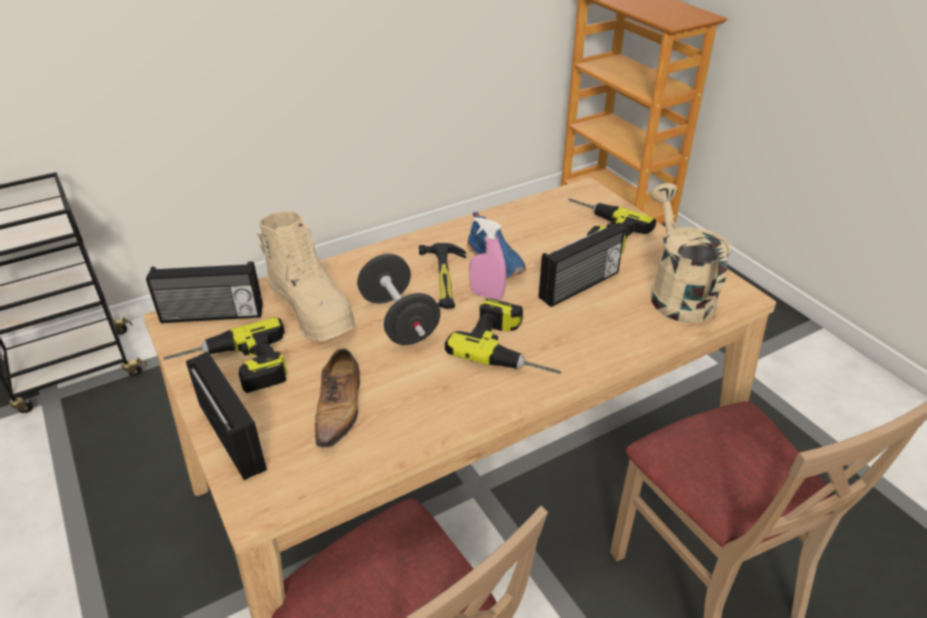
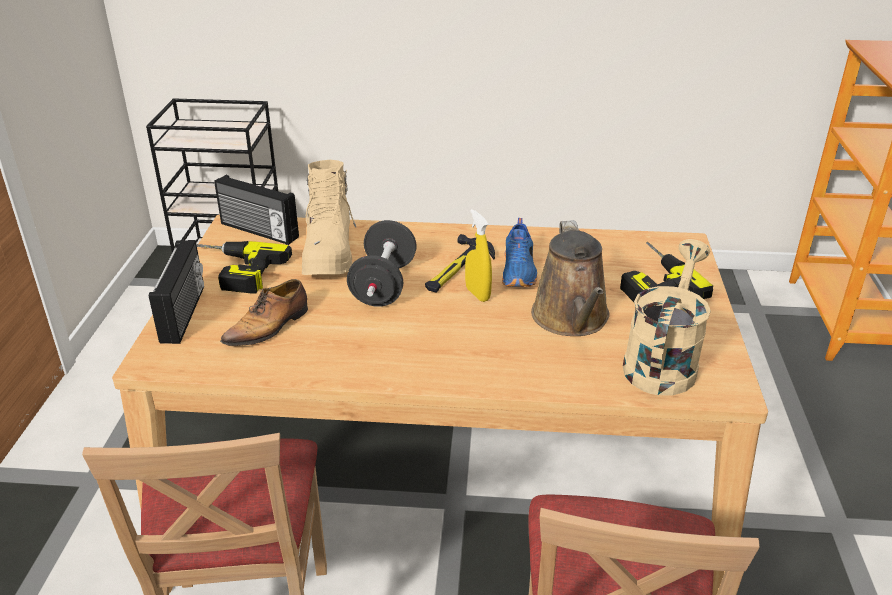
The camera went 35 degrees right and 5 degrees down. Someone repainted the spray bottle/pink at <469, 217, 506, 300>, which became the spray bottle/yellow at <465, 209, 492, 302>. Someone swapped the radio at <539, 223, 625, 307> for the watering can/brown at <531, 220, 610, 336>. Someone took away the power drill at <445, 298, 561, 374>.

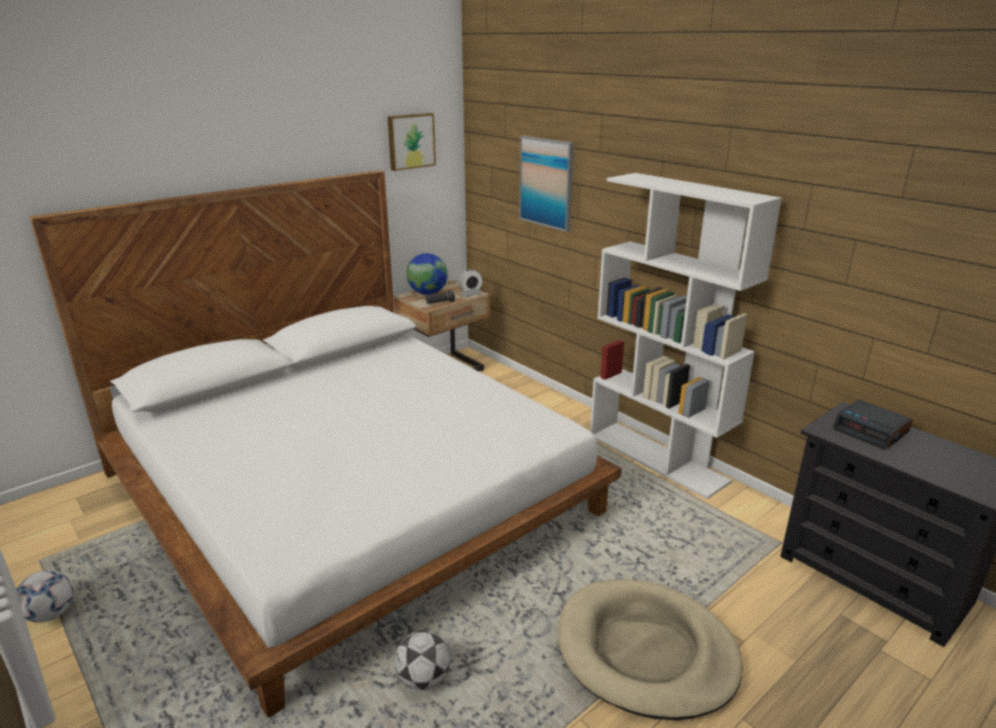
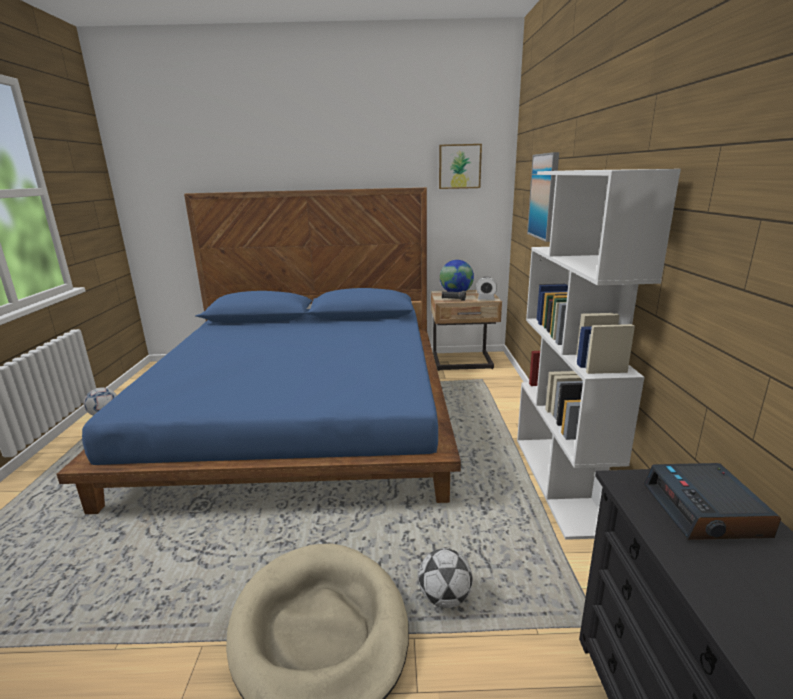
The camera went 40 degrees right and 5 degrees down. Someone repainted the bed/white at <29, 170, 622, 718>, which became the bed/blue at <56, 187, 461, 514>. Someone carried the football from <395, 630, 450, 690> to <418, 548, 473, 608>.

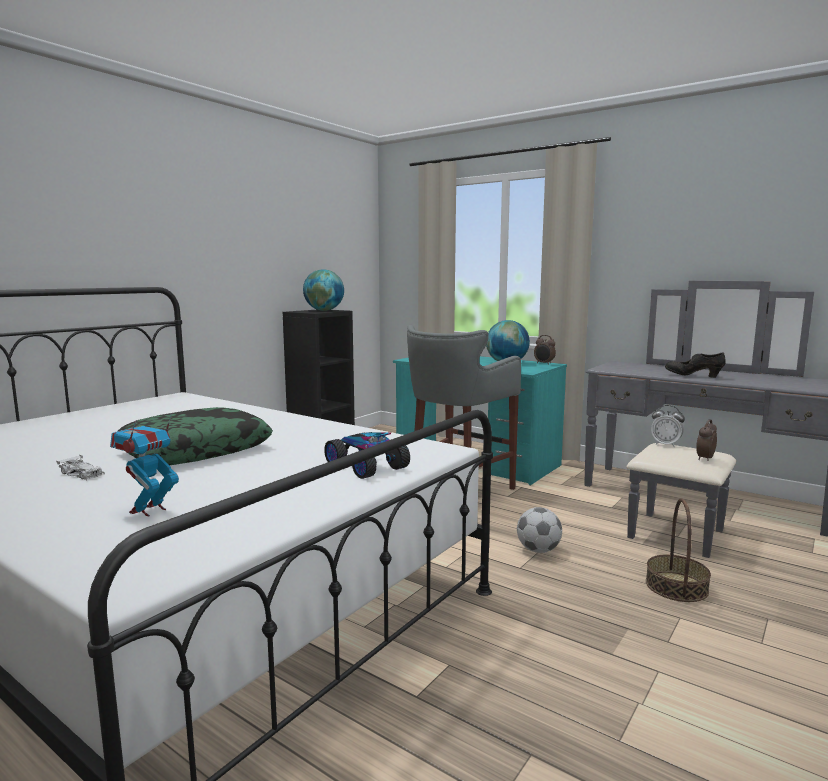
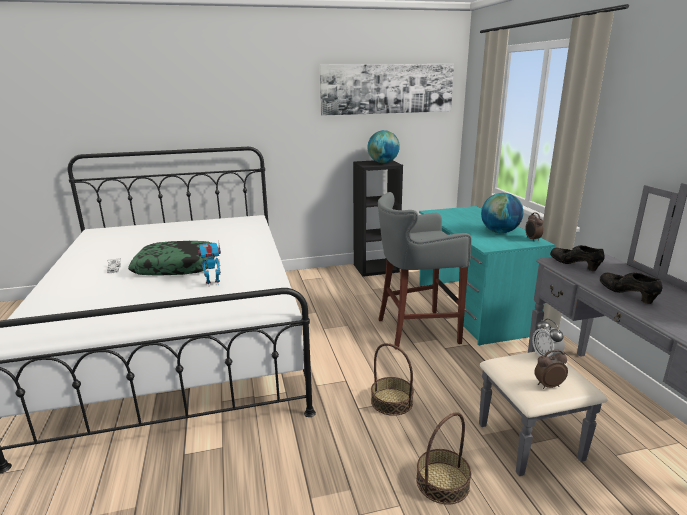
The camera went 40 degrees right and 10 degrees up. Someone carried the toy robot from <110, 413, 179, 516> to <198, 243, 221, 286>. Someone put up the picture at <319, 64, 454, 116>. Someone swapped the football at <517, 507, 562, 553> for the basket at <371, 343, 414, 416>. Someone put down the shoe/black at <550, 245, 605, 271>. Someone took away the toy car at <324, 432, 410, 479>.

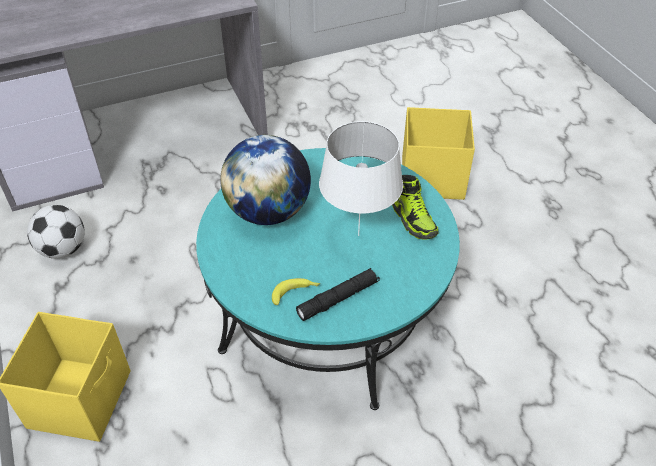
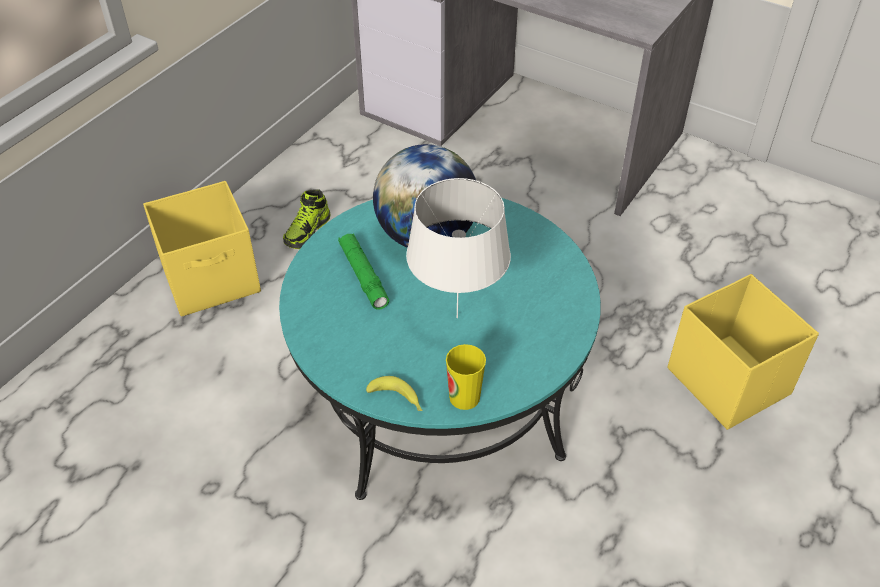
The camera went 55 degrees right and 0 degrees up. Someone carried the shoe from <392, 175, 439, 240> to <283, 189, 330, 249>. Someone put down the flashlight/green at <338, 233, 389, 310>. Someone carried the banana from <272, 278, 320, 305> to <366, 376, 423, 411>. Someone put down the cup at <446, 344, 486, 410>. Someone took away the football at <27, 205, 85, 259>. Someone took away the flashlight/black at <296, 268, 380, 321>.

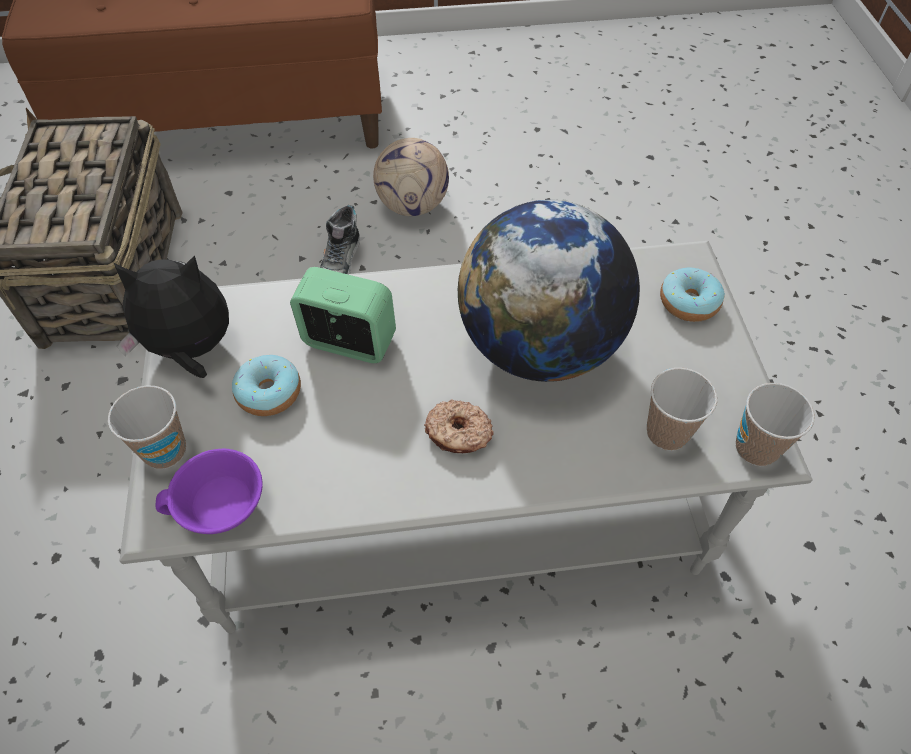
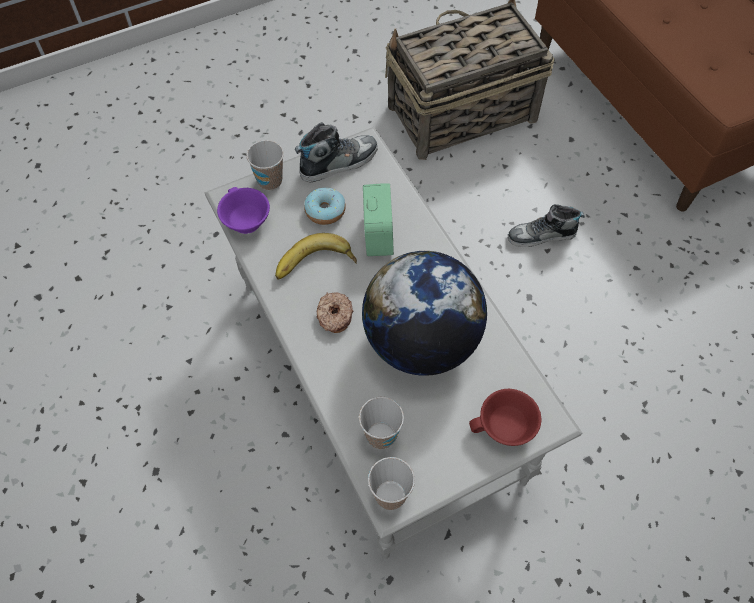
The camera went 70 degrees right and 5 degrees up. Someone put down the banana at <275, 233, 357, 280>. Someone swapped the plush toy at <114, 255, 229, 378> for the shoe at <295, 122, 378, 183>. Someone swapped the donut at <660, 267, 725, 322> for the cup/red at <469, 389, 541, 446>. Someone took away the football at <373, 138, 449, 216>.

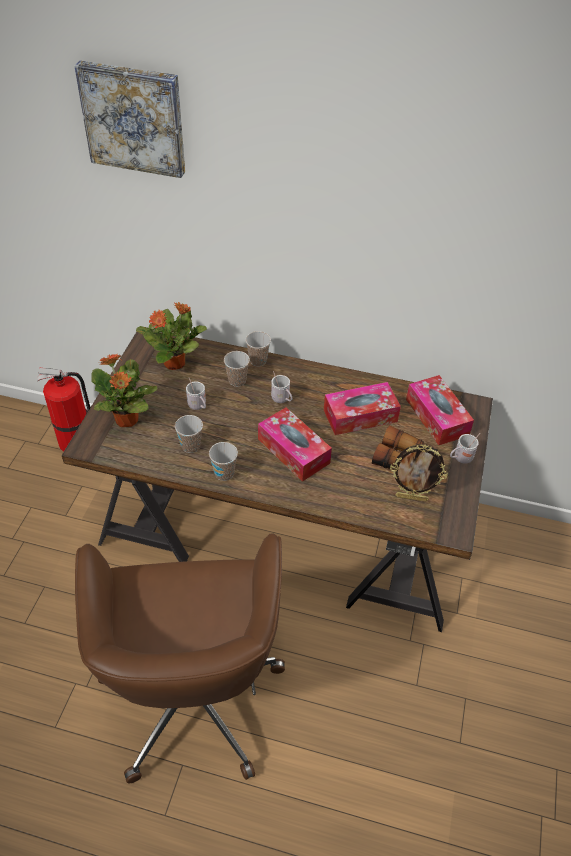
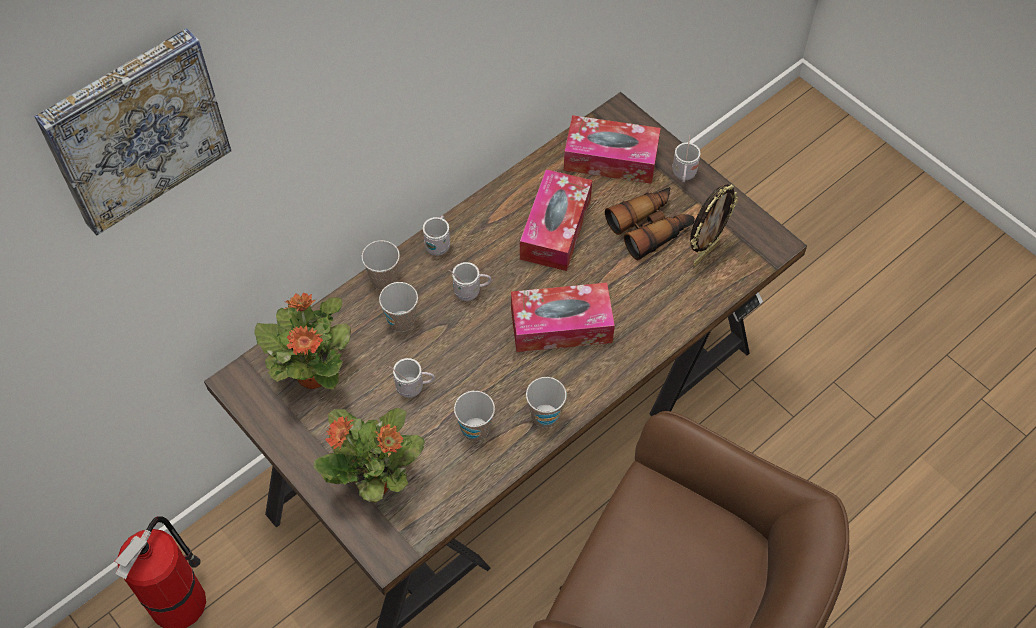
The camera went 55 degrees left and 10 degrees up. Someone put down the mug/white at <423, 215, 450, 256>.

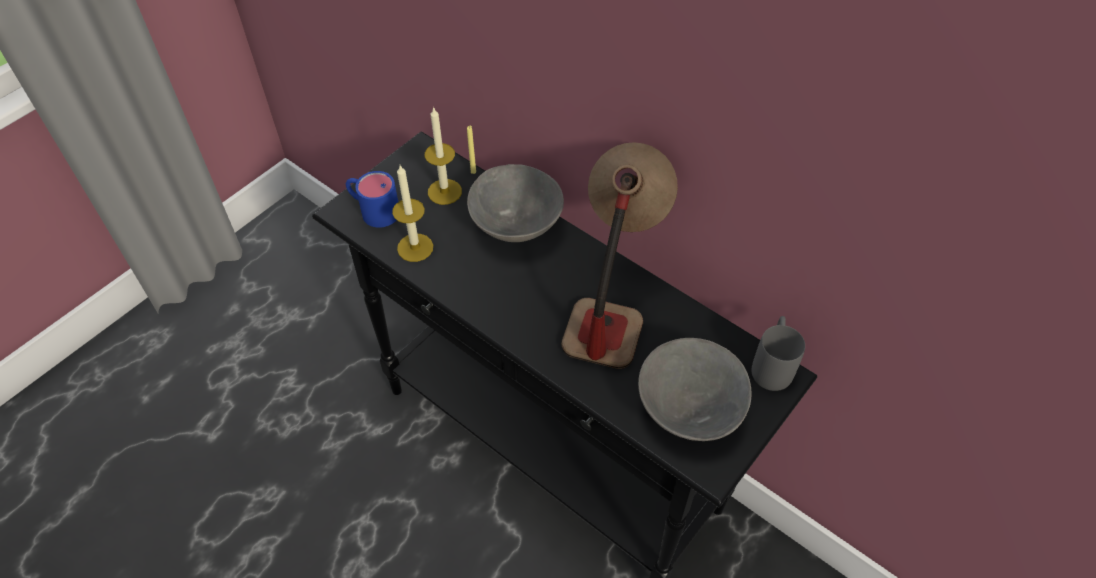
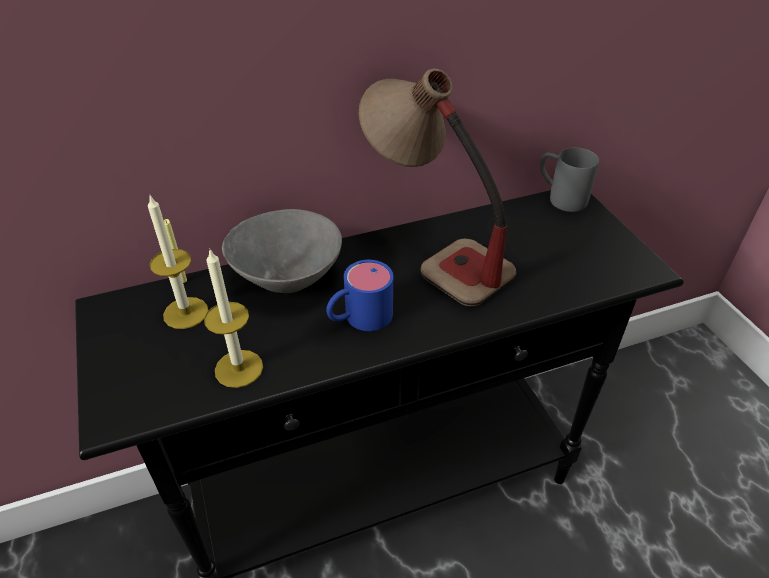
The camera went 60 degrees left and 10 degrees down. Someone carried the mug/blue from <346, 171, 398, 228> to <326, 260, 393, 331>. Someone took away the bowl/grey at <638, 338, 751, 441>.

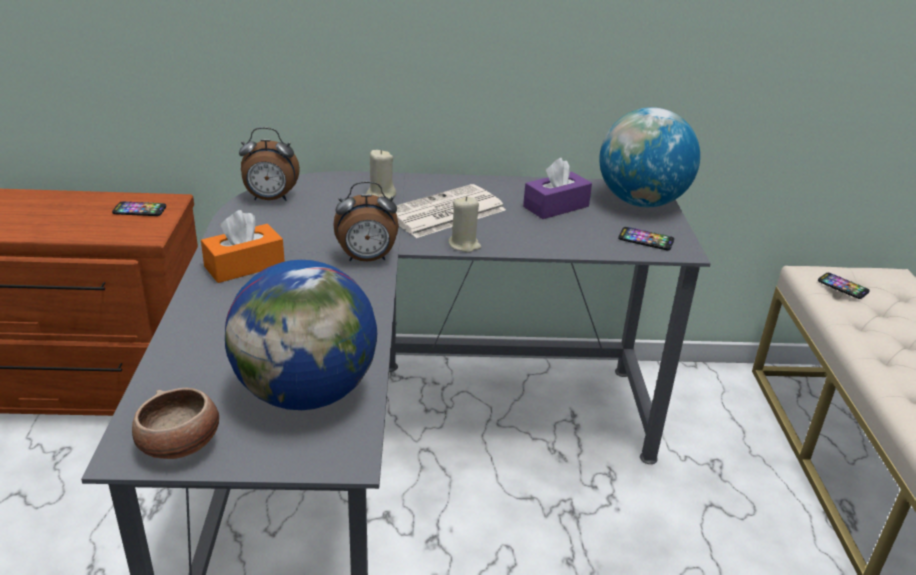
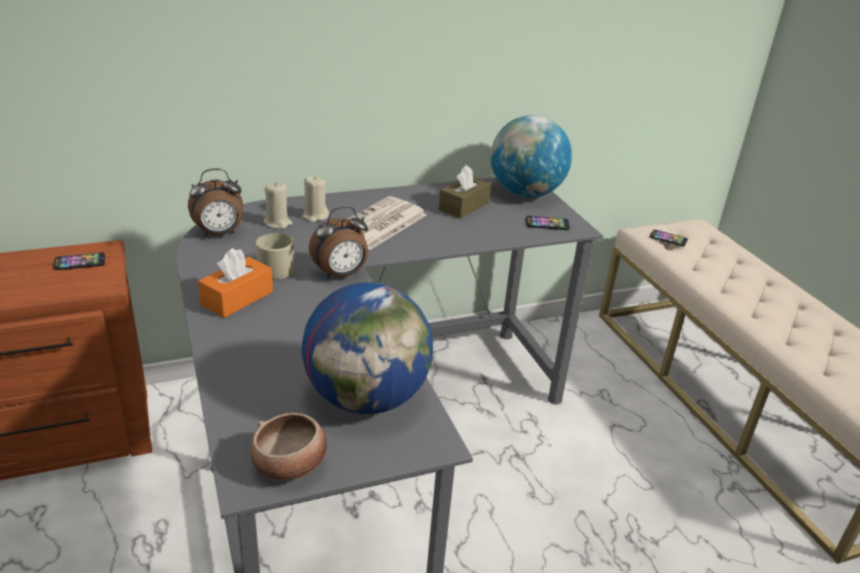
The camera went 20 degrees left and 0 degrees up. Someone put down the mug/beige at <256, 233, 294, 280>. Someone carried the candle/beige from <448, 196, 481, 253> to <264, 182, 293, 229>. Someone repainted the tissue box/purple at <523, 158, 592, 219>, which became the tissue box/brown at <439, 165, 491, 219>.

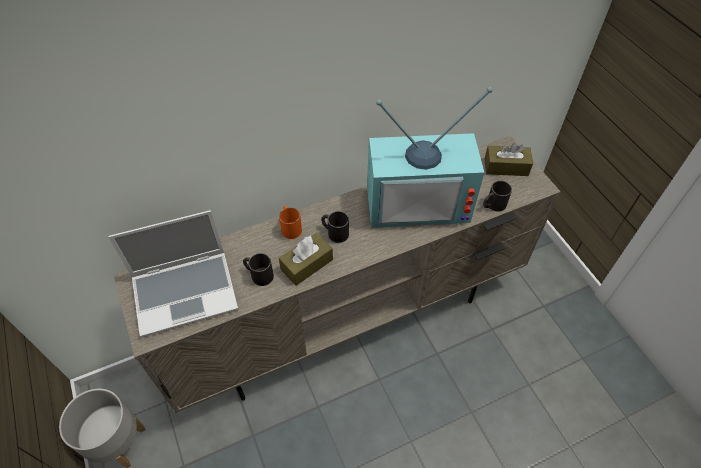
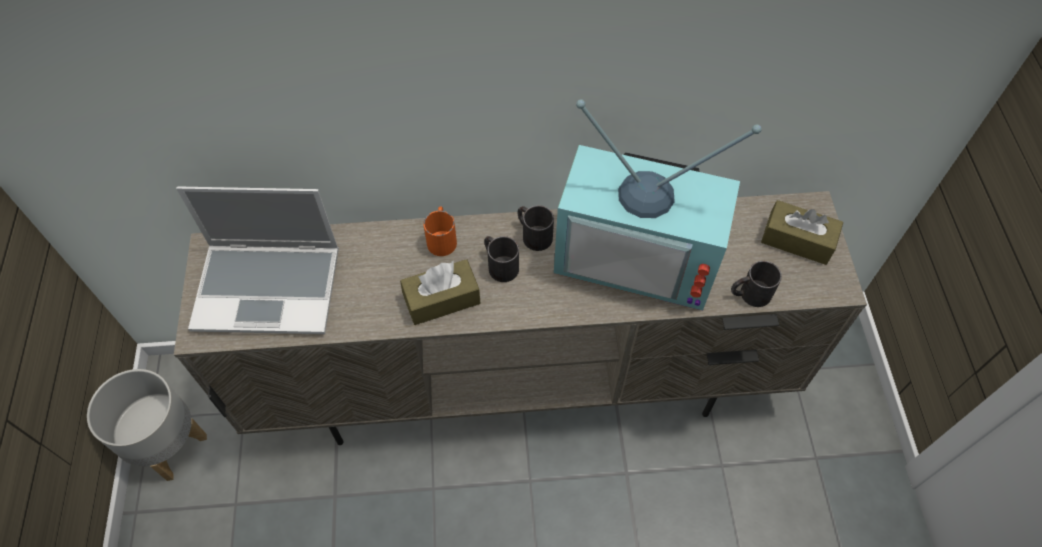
The camera went 20 degrees right and 5 degrees up. Someone carried the mug/black from <243, 253, 274, 286> to <517, 205, 554, 251>.

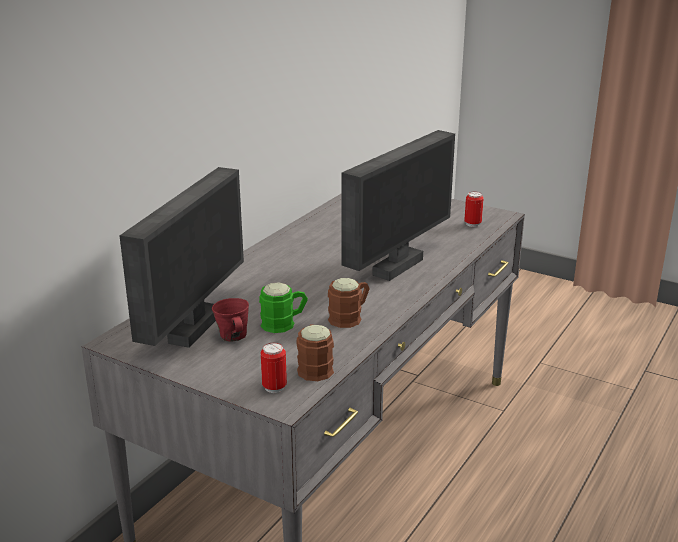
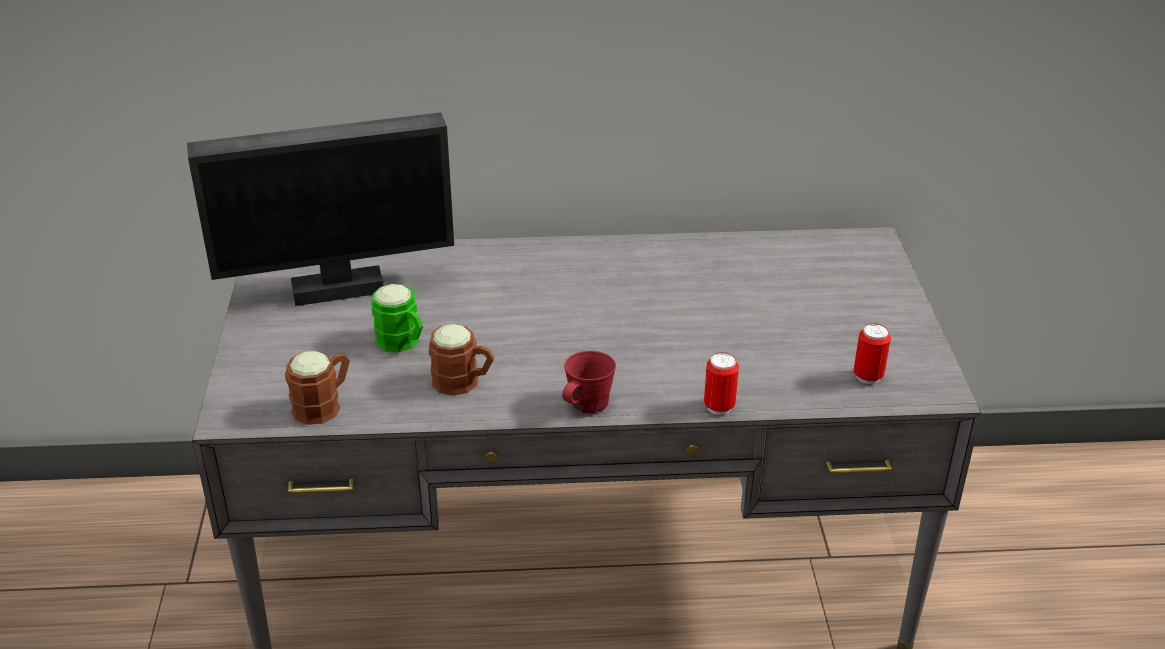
The camera went 55 degrees right and 10 degrees up. Someone carried the mug/red from <212, 298, 249, 342> to <562, 351, 616, 413>. Someone carried the can from <261, 343, 287, 393> to <704, 352, 739, 415>. Someone took away the monitor at <341, 130, 455, 281>.

